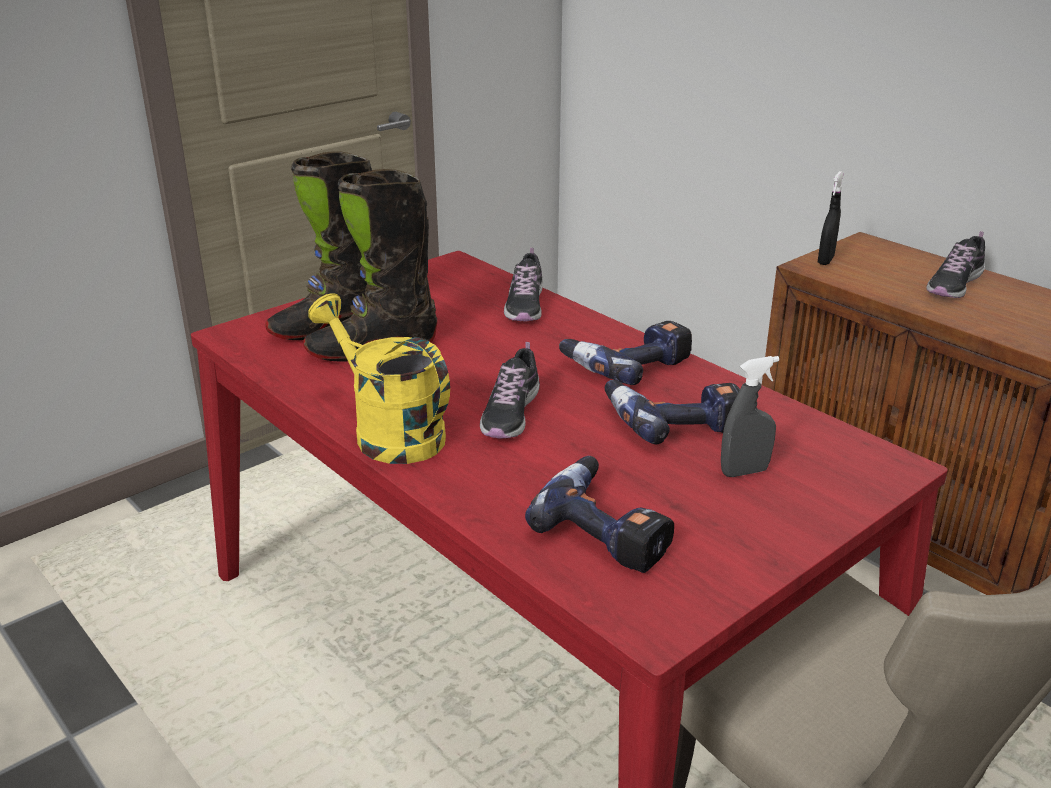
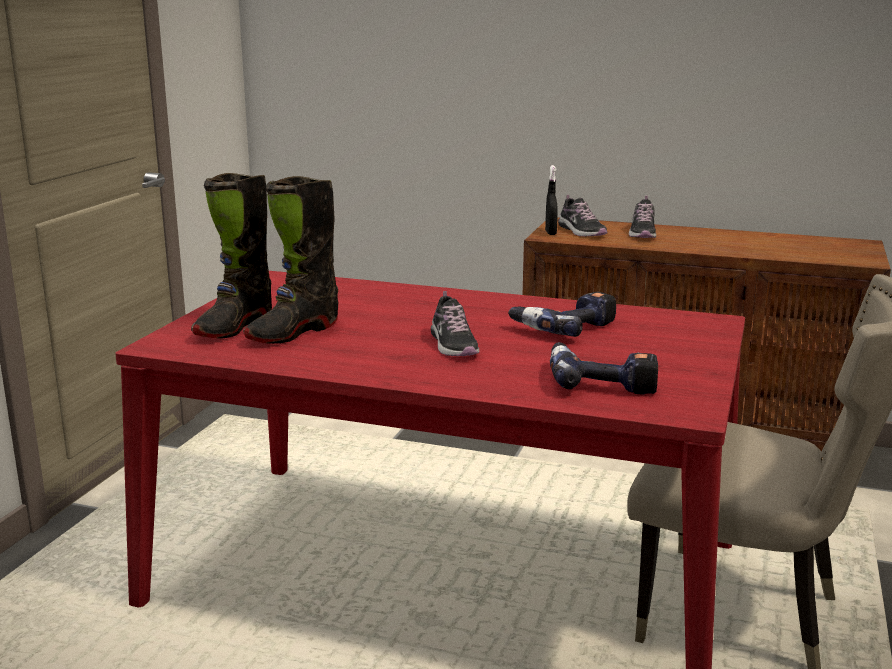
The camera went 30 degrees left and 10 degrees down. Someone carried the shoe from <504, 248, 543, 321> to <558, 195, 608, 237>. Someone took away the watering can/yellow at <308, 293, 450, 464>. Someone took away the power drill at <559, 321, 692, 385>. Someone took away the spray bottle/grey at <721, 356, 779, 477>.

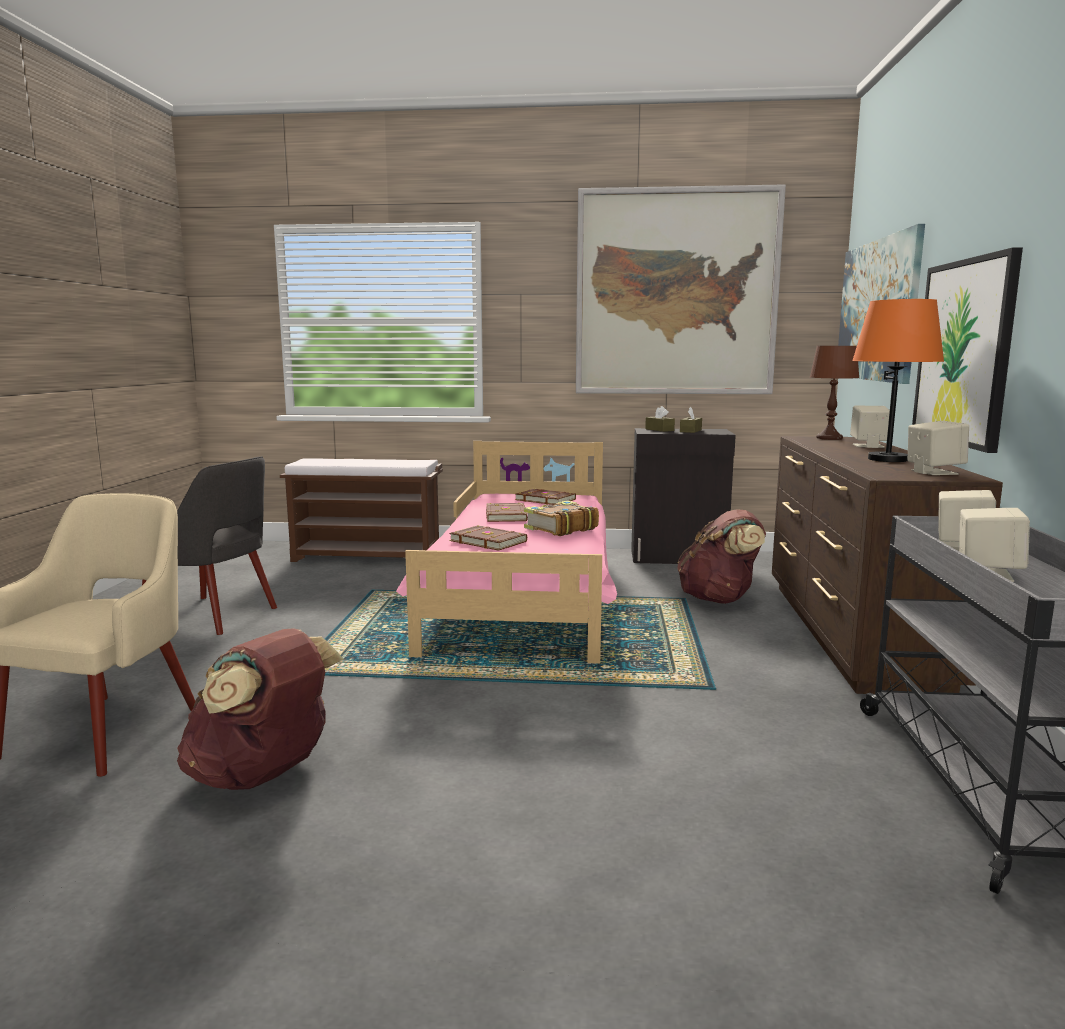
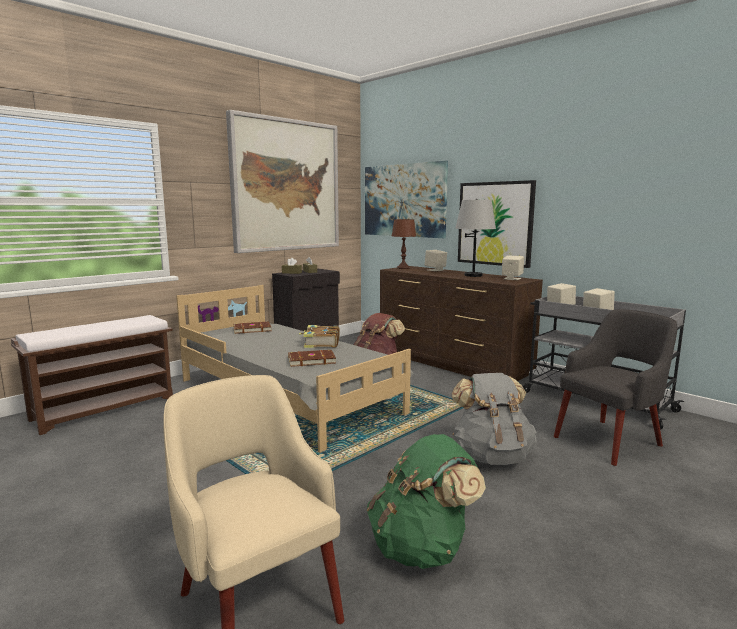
The camera went 50 degrees left and 0 degrees up. Someone repainted the bed/pink at <396, 441, 617, 664>, which became the bed/grey at <176, 285, 413, 452>. Someone repainted the backpack/brown at <177, 628, 344, 790>, which became the backpack/green at <367, 434, 486, 569>. Someone put down the backpack/grey at <451, 373, 537, 465>. Someone repainted the table lamp/orange at <852, 298, 944, 462>, which became the table lamp/grey at <455, 199, 496, 277>. Someone carried the armchair/grey from <142, 456, 277, 635> to <554, 309, 678, 466>. Someone took away the book/brown at <486, 503, 528, 522>.

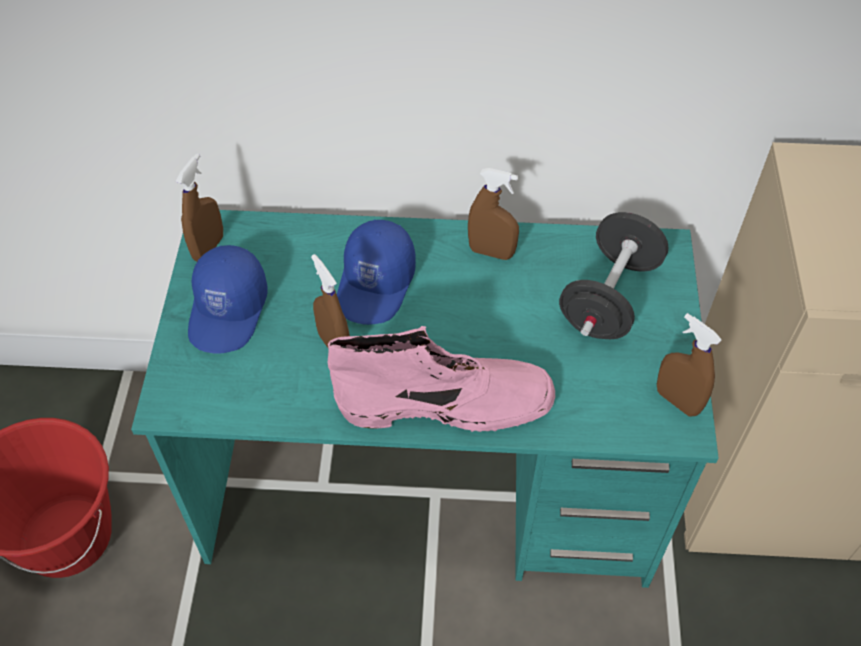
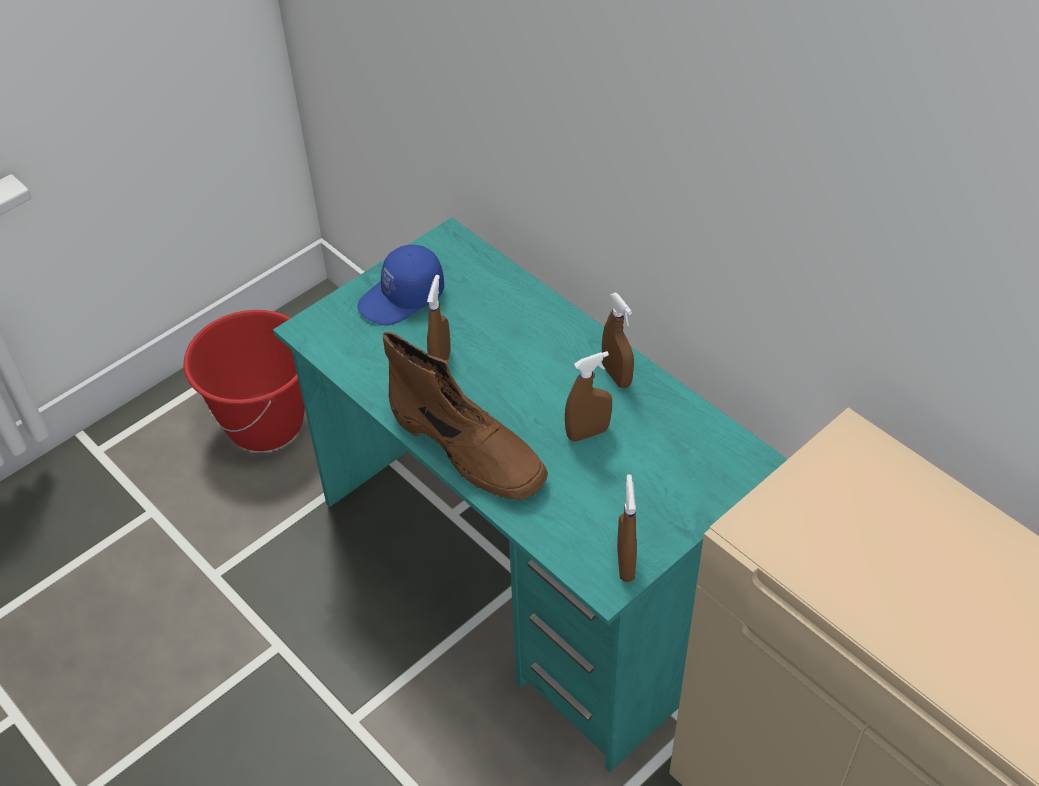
The camera went 45 degrees right and 5 degrees down. Someone repainted the boot/pink at <328, 326, 555, 432>, which became the boot/brown at <383, 332, 548, 500>. Someone carried the spray bottle/brown from <176, 153, 223, 262> to <565, 351, 612, 442>. Someone took away the cap/blue at <337, 219, 416, 325>. Someone took away the dumbbell/black at <559, 212, 669, 339>.

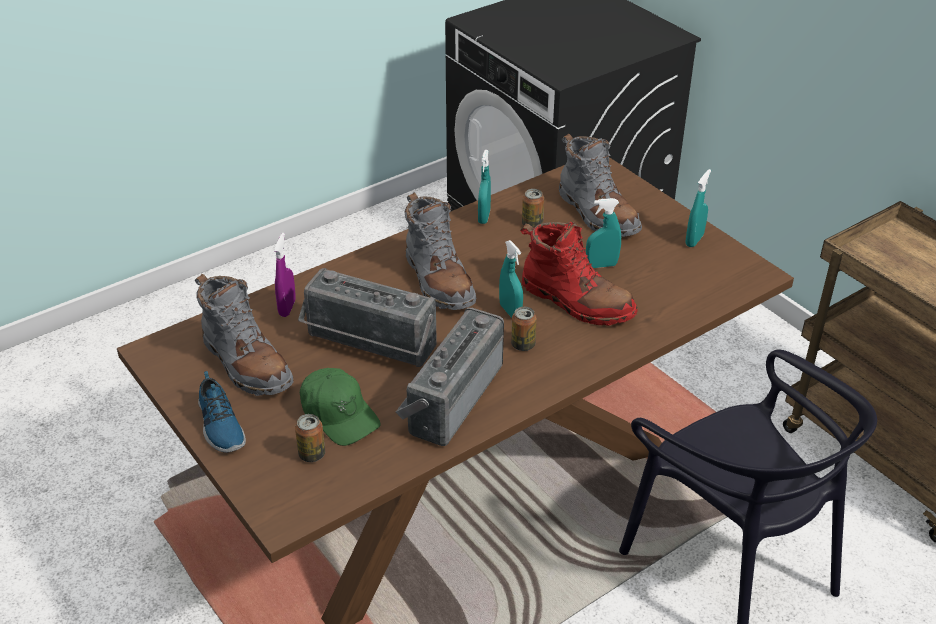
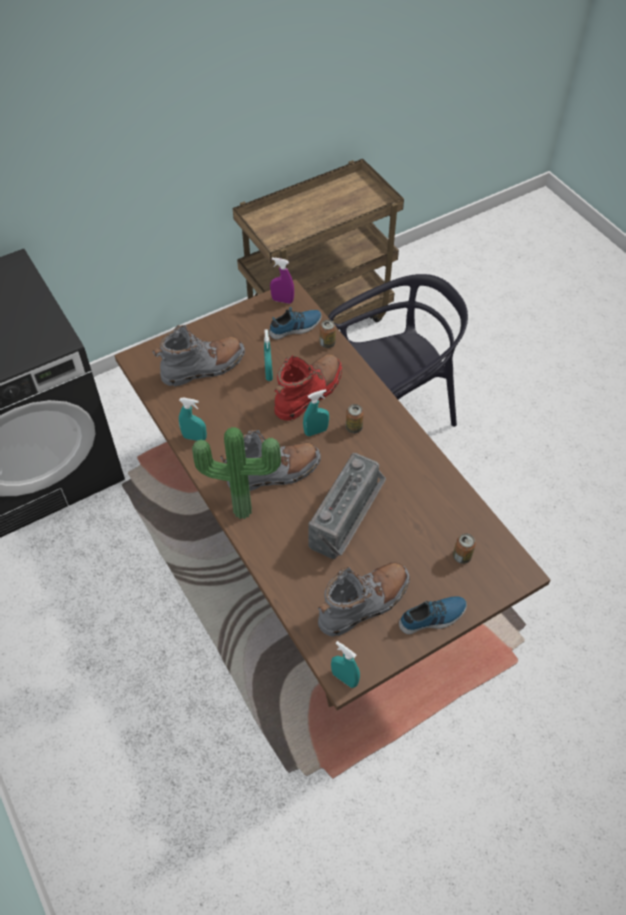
The camera went 85 degrees left and 15 degrees up. Someone put down the potted plant at <192, 427, 281, 519>. Someone put down the shoe at <269, 307, 322, 340>. Someone carried the spray bottle/purple from <274, 233, 296, 317> to <270, 258, 294, 304>. Someone carried the can from <522, 189, 544, 228> to <319, 320, 336, 348>. Someone carried the spray bottle/turquoise from <686, 169, 711, 247> to <331, 641, 360, 688>. Someone took away the cap/green at <300, 368, 381, 446>. Someone took away the radio at <396, 308, 504, 446>.

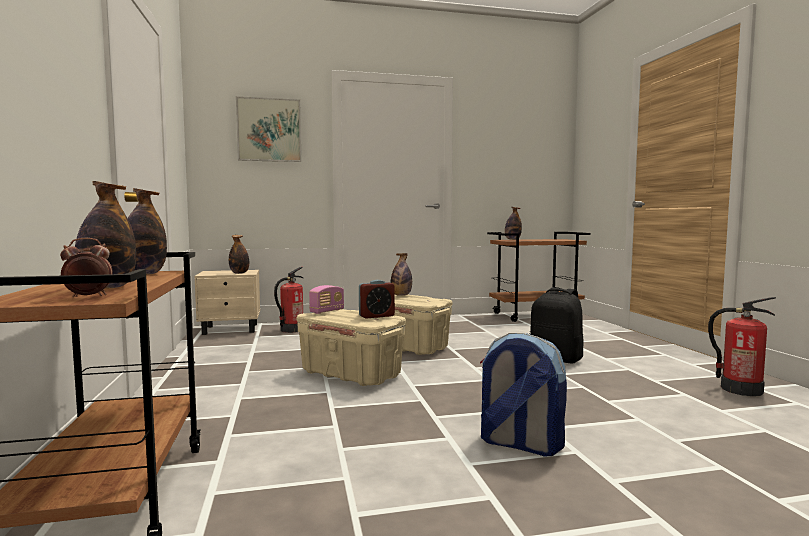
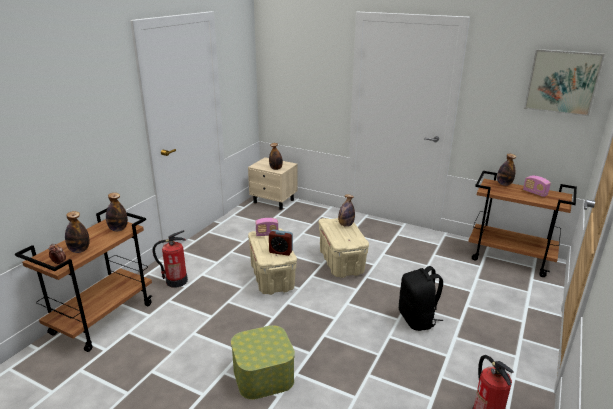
The camera went 40 degrees right and 20 degrees up. Someone carried the fire extinguisher from <274, 267, 303, 333> to <153, 230, 188, 288>. Someone swapped the backpack at <480, 333, 567, 456> for the storage box at <231, 325, 295, 400>. Someone put down the radio at <523, 176, 551, 197>. Someone carried the picture from <236, 96, 301, 162> to <524, 49, 605, 116>.

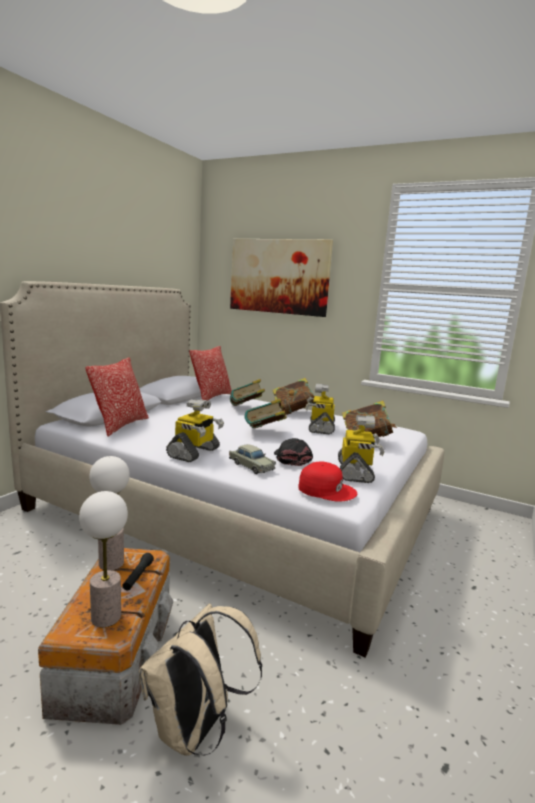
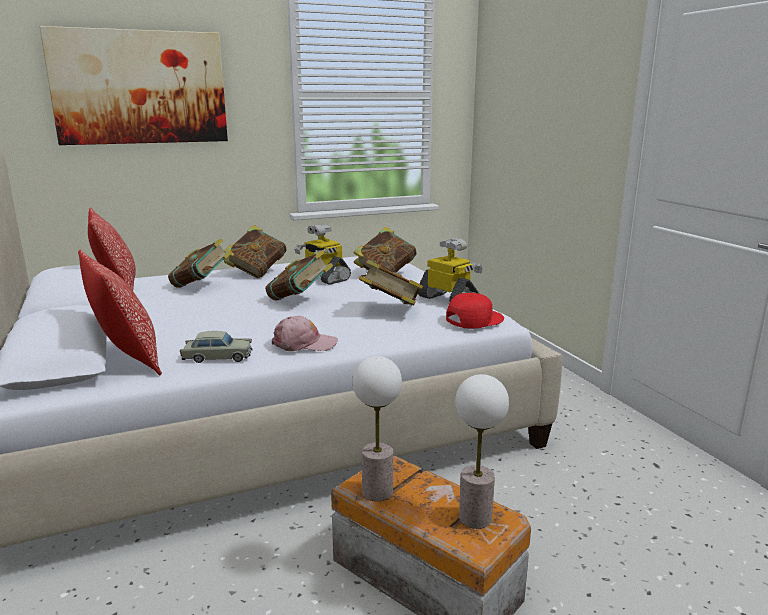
The camera went 50 degrees left and 5 degrees up. Someone carried the toy car/beige from <229, 444, 276, 474> to <180, 331, 252, 363>. Someone swapped the toy robot at <166, 398, 224, 462> for the cap/pink at <272, 316, 338, 352>. Someone swapped the cap/black at <274, 438, 313, 466> for the book at <359, 260, 423, 305>. Someone took away the flashlight/black at <123, 553, 154, 591>. Someone took away the backpack/beige at <139, 603, 262, 756>.

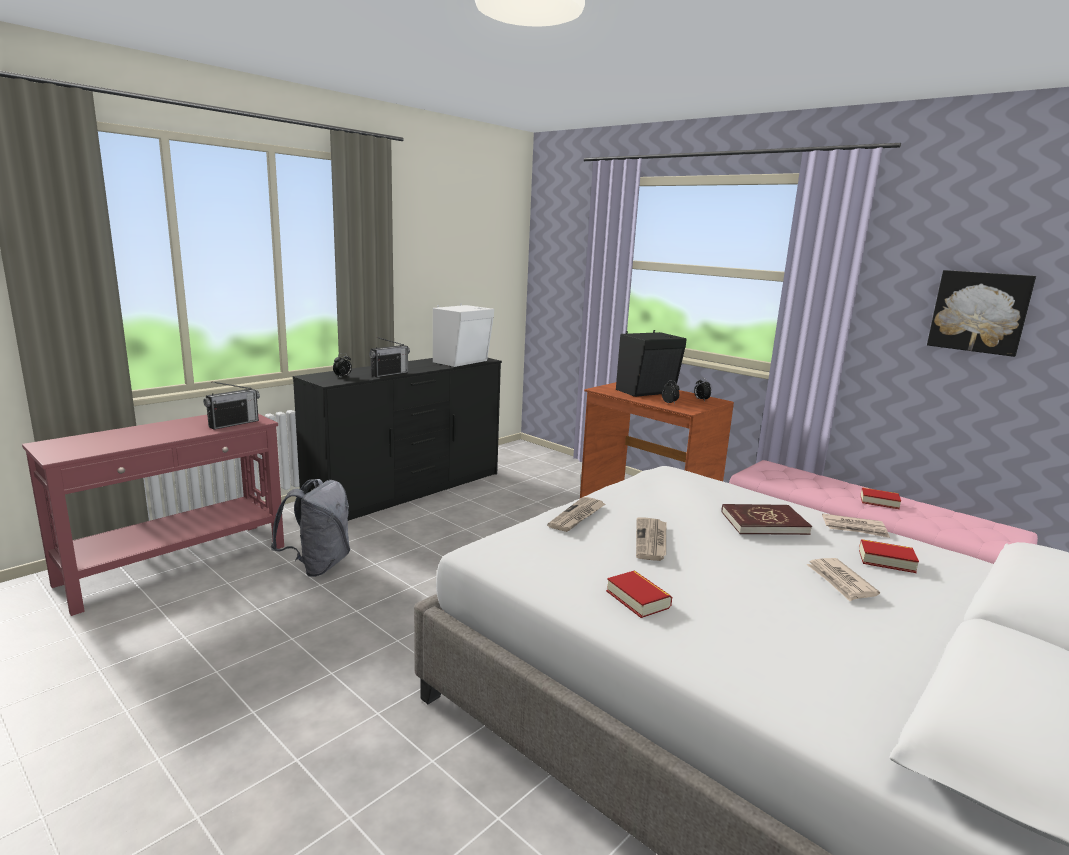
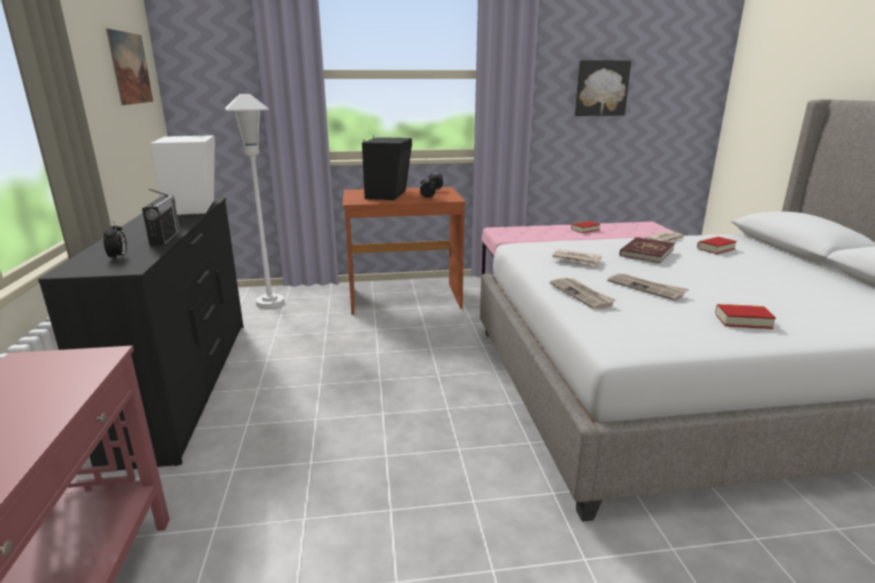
The camera went 50 degrees left and 5 degrees up. Someone put up the picture at <106, 29, 153, 105>. Someone put down the floor lamp/white at <225, 94, 284, 308>. Someone carried the newspaper from <806, 558, 880, 601> to <552, 249, 602, 266>. Someone took away the radio at <203, 381, 260, 429>. Someone took away the backpack/grey at <270, 479, 350, 577>.

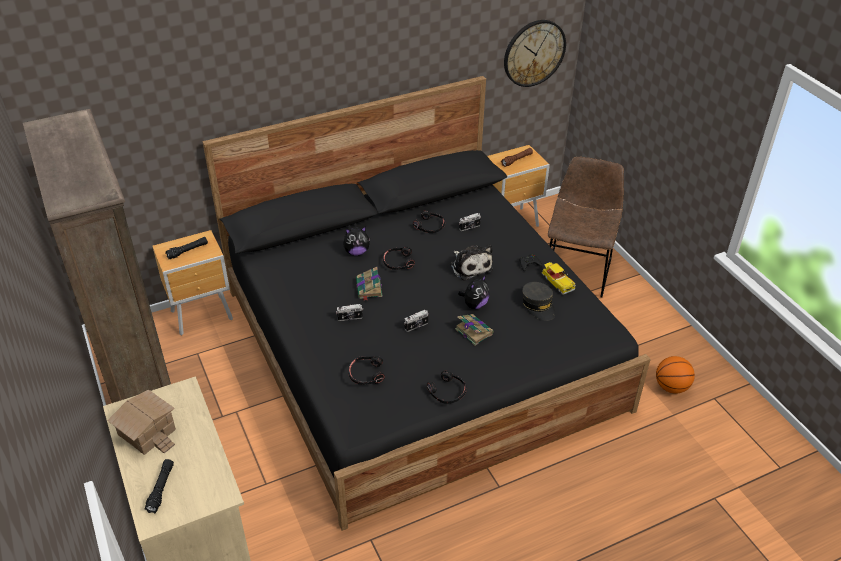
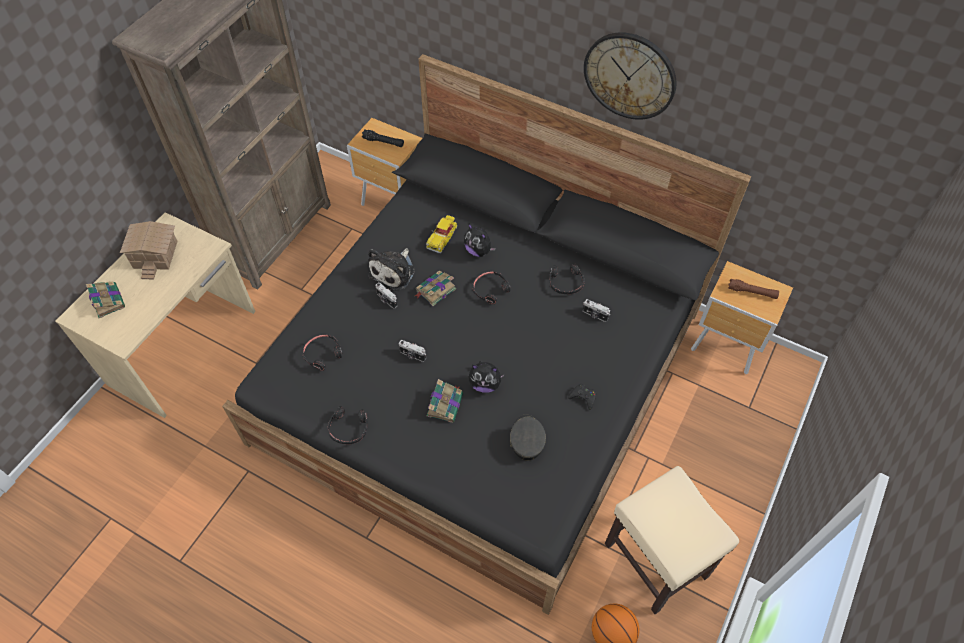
The camera went 55 degrees right and 15 degrees up. Someone swapped the flashlight/black at <144, 459, 174, 514> for the book at <86, 281, 125, 318>. Someone carried the plush toy from <450, 244, 493, 280> to <368, 248, 415, 291>. Someone carried the toy car from <542, 262, 576, 294> to <426, 215, 457, 253>. Someone rotated the cap/grey at <522, 282, 555, 321> by 150 degrees clockwise. Someone carried the wall clock from <504, 20, 566, 87> to <584, 32, 677, 120>. Someone put down the stool/beige at <605, 466, 739, 614>. Someone took away the chair/brown at <548, 157, 624, 297>.

